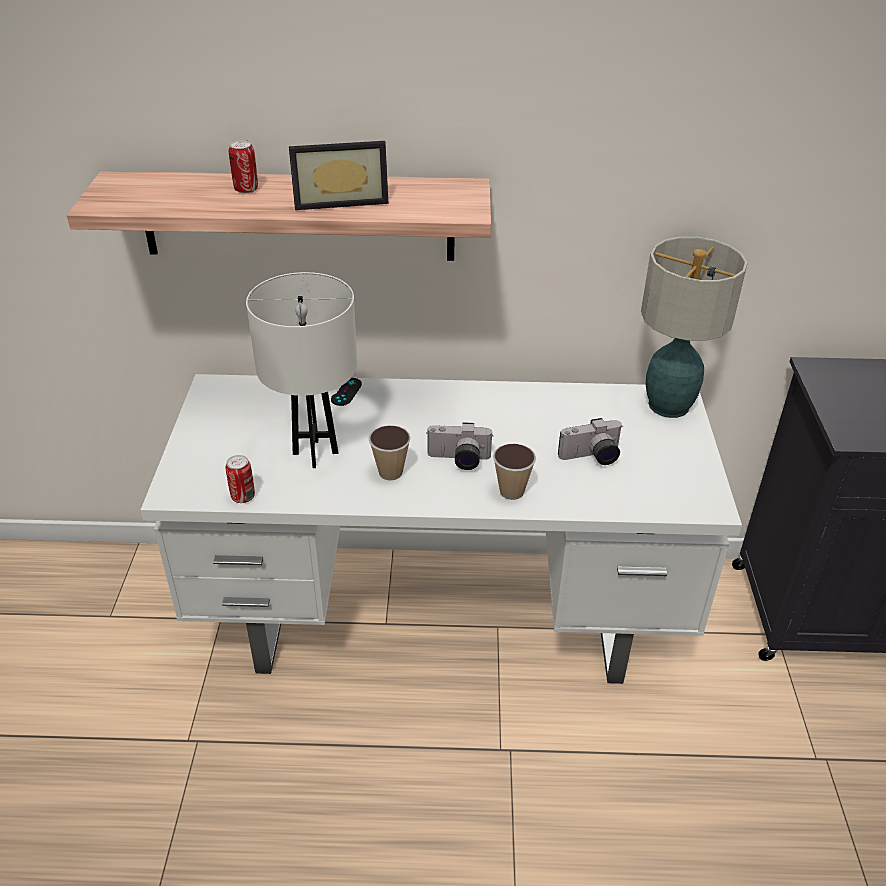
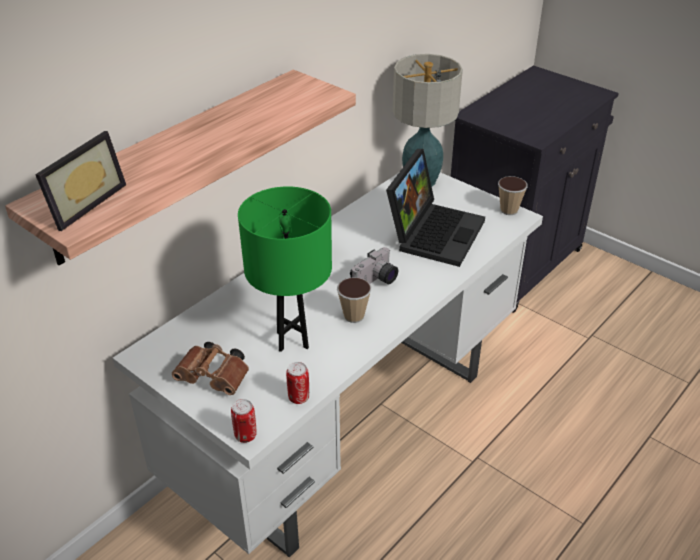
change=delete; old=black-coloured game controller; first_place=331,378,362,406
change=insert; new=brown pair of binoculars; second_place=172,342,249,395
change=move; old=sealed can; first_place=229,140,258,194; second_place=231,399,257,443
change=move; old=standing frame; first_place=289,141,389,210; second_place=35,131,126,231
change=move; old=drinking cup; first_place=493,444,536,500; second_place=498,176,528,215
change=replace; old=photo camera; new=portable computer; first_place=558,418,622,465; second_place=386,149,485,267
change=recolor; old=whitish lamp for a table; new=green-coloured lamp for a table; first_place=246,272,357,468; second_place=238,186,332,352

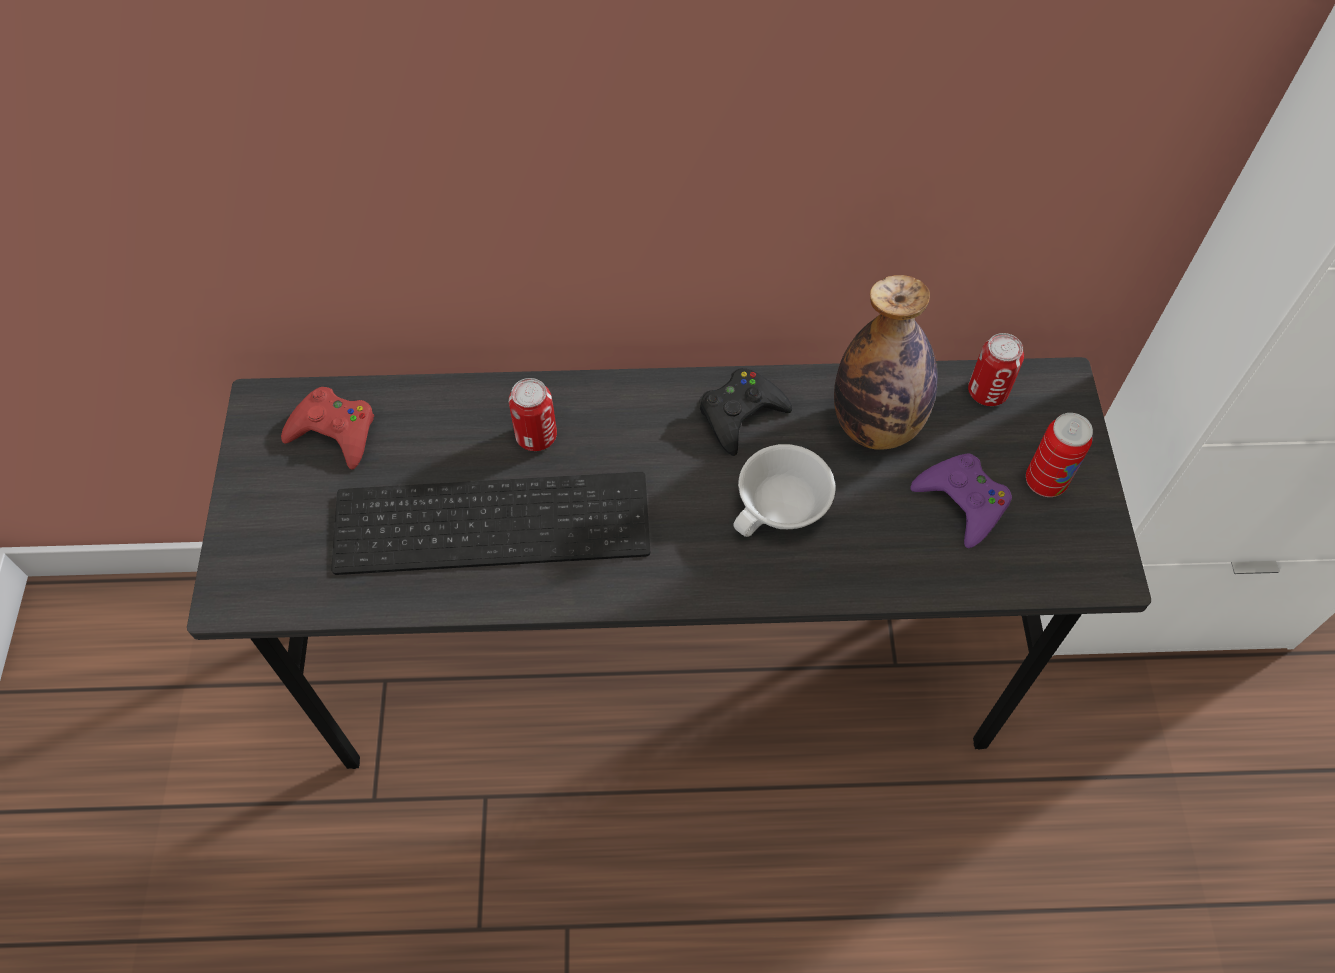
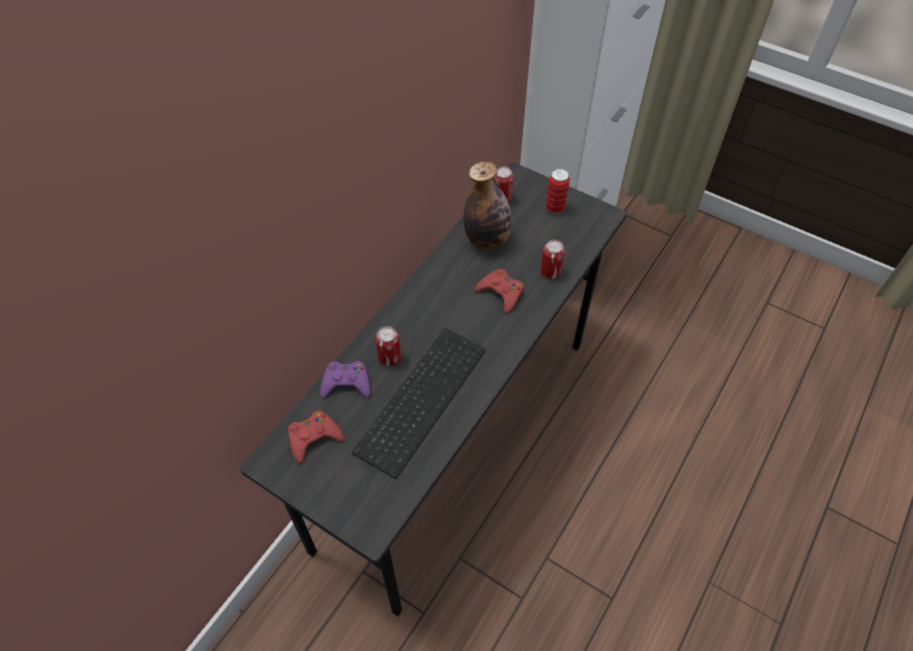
change=delete; old=black-coloured game controller; first_place=699,368,792,456
change=insert; new=sealed can; second_place=540,240,565,279
change=move; old=purple game controller; first_place=910,453,1012,548; second_place=320,361,371,399
change=replace; old=whitish drinking cup; new=red-coloured game controller; first_place=733,444,836,537; second_place=475,269,524,313

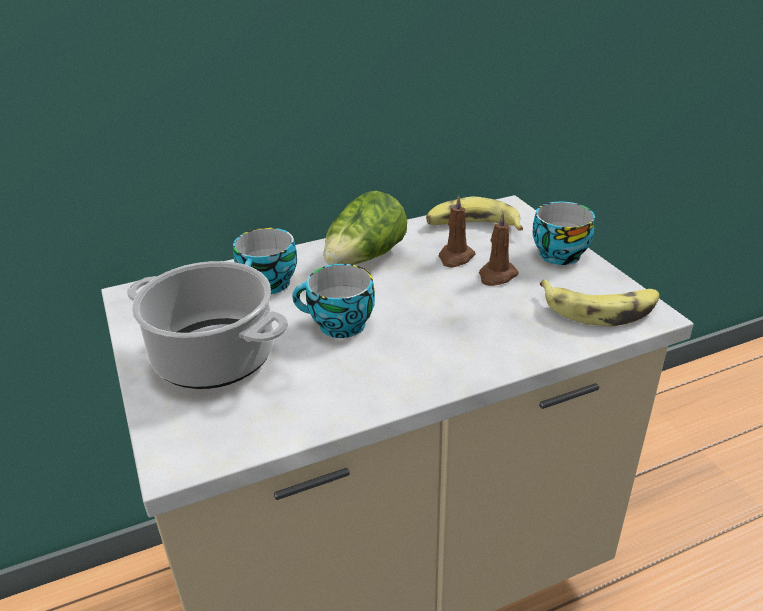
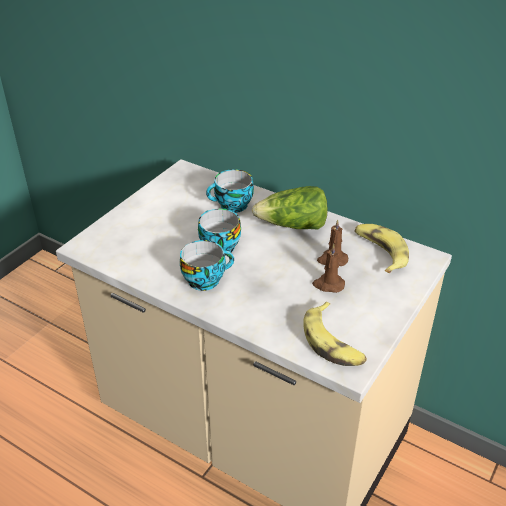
change=delete; old=stockpot; first_place=127,261,288,389
change=move; old=drinking cup; first_place=533,201,595,265; second_place=180,240,234,291

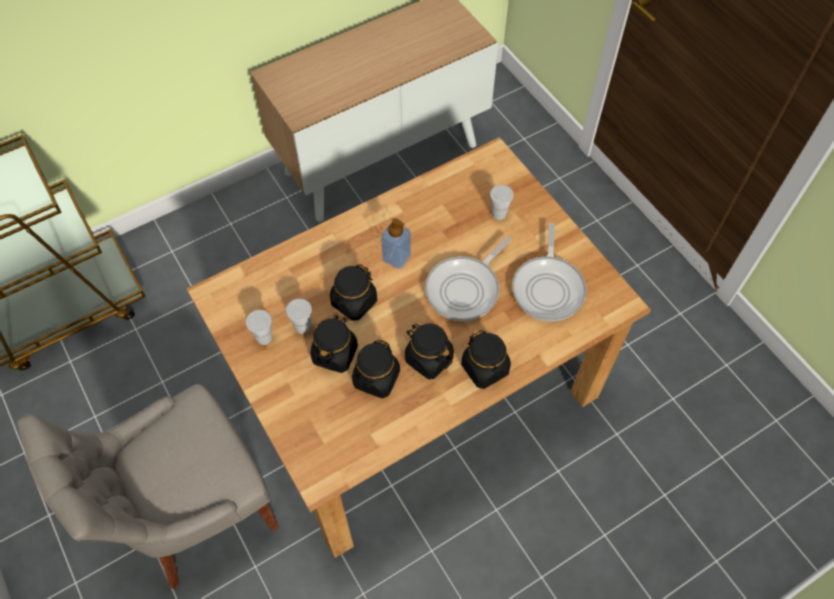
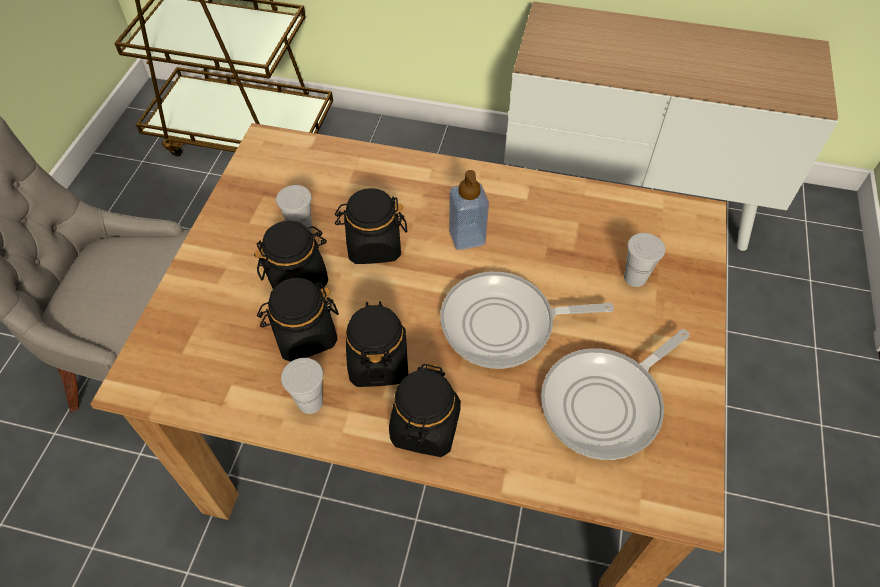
change=move; old=whitish drinking cup; first_place=245,310,272,345; second_place=281,358,324,414

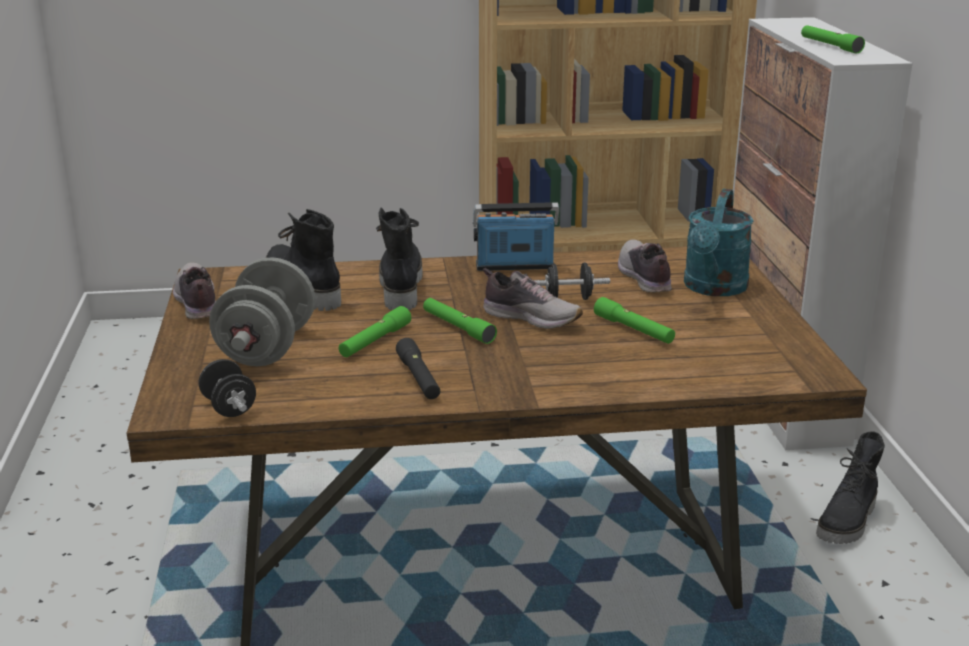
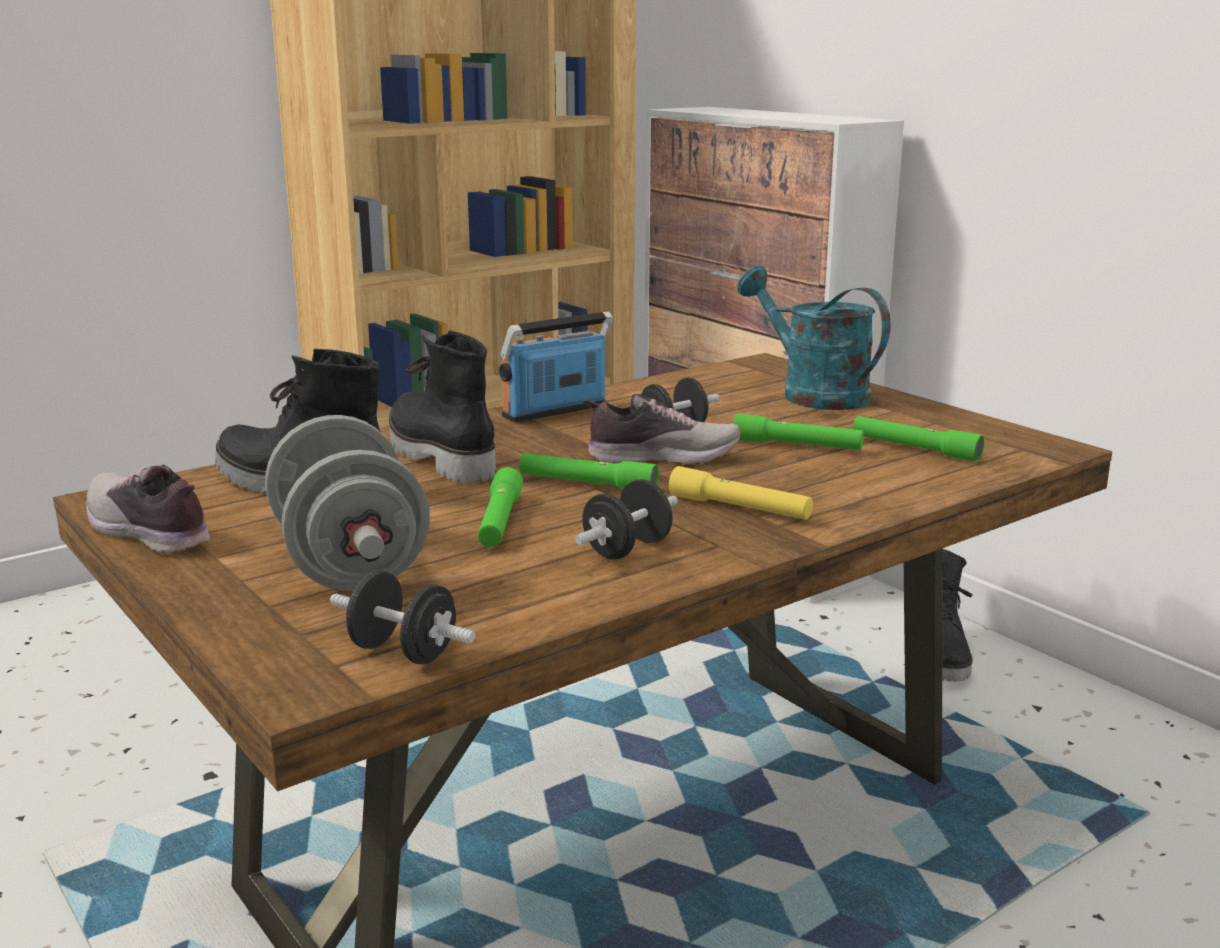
change=delete; old=shoe; first_place=618,240,672,293
change=insert; new=yellowish hand torch; second_place=669,466,813,520
change=move; old=green-coloured hand torch; first_place=801,25,865,54; second_place=853,416,984,462
change=replace; old=black-coloured hand torch; new=black-coloured hand weight; first_place=396,338,440,399; second_place=575,479,678,559
change=rotate; old=turquoise-coloured sprinkling can; first_place=684,189,753,296; second_place=737,266,891,410; degrees=150

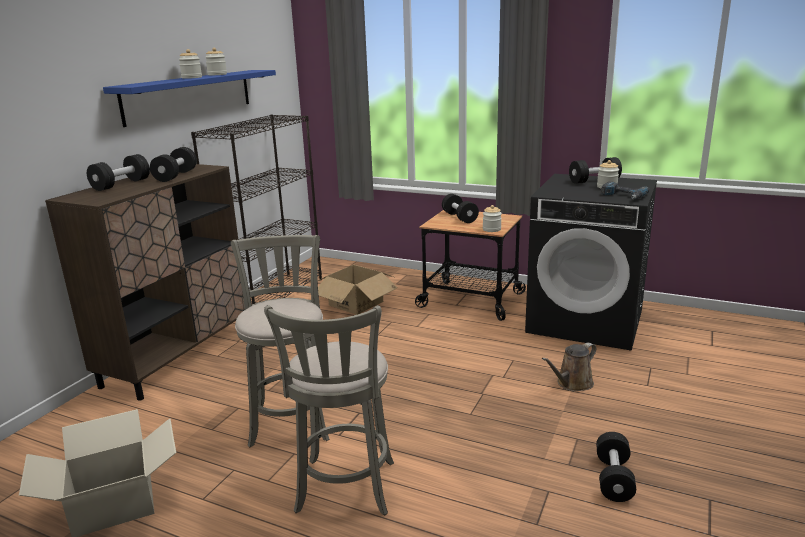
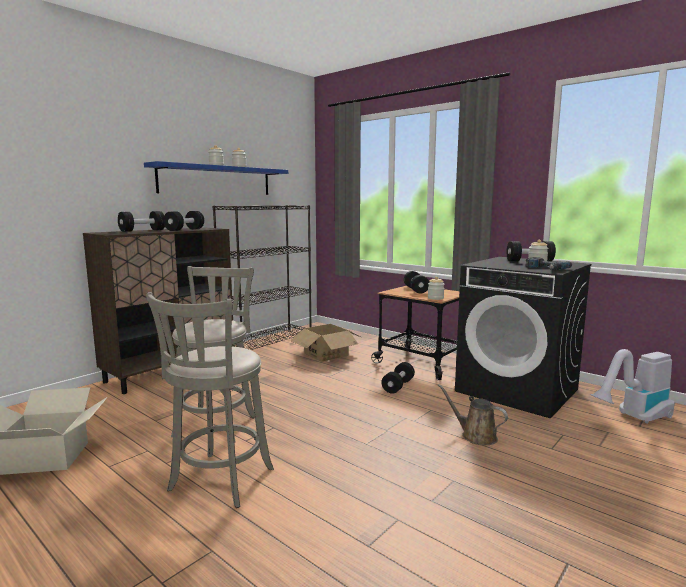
change=insert; new=vacuum; second_place=591,349,675,424
change=move; old=black-coloured hand weight; first_place=596,432,636,502; second_place=381,362,415,394
change=rotate; old=brown sprinkling can; first_place=542,343,596,392; second_place=438,384,508,445; degrees=60

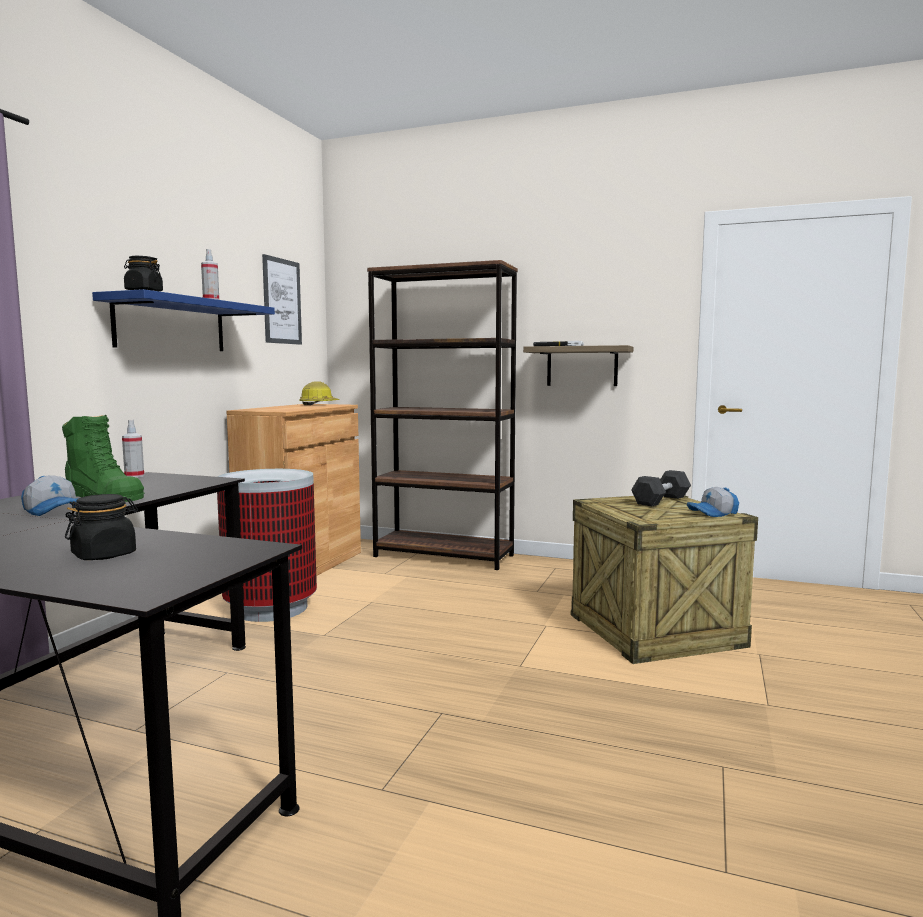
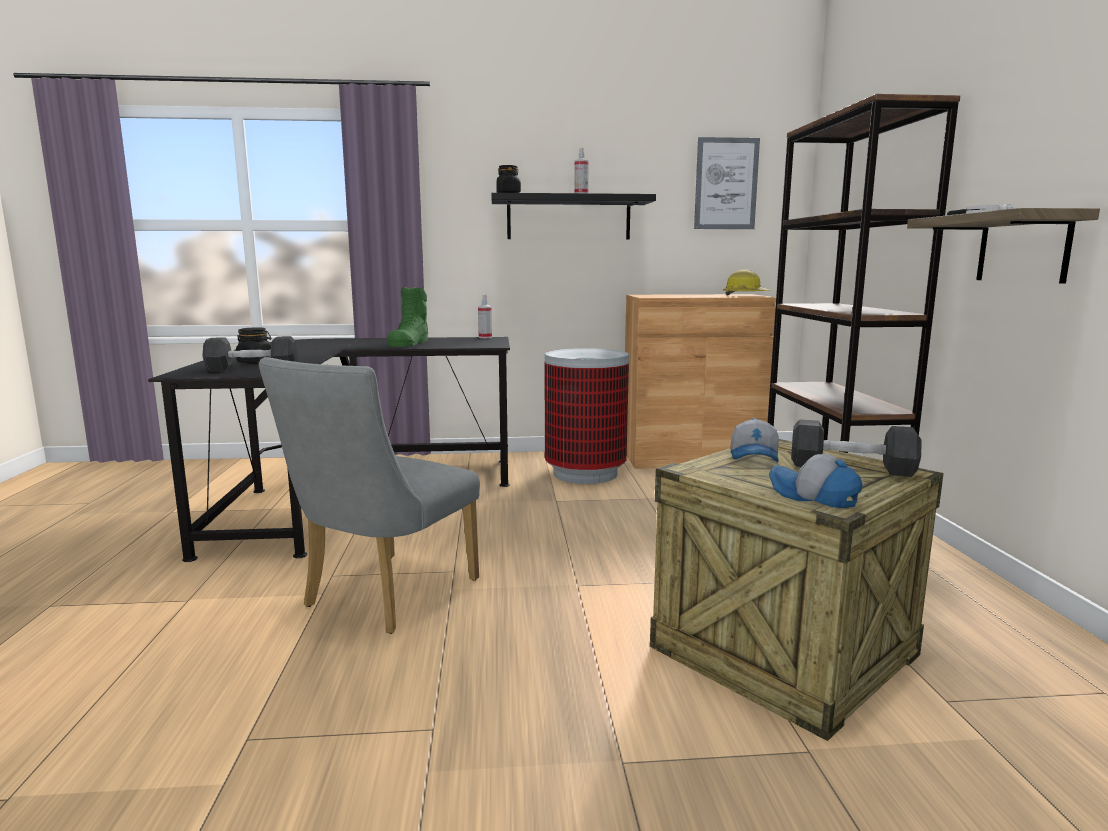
change=insert; new=black-coloured hand weight; second_place=203,336,297,372
change=insert; new=greyish upright chair; second_place=259,357,480,634
change=move; old=peaked cap; first_place=21,475,78,516; second_place=731,418,779,462
change=recolor; old=blue shelf; new=black-coloured shelf; first_place=92,289,275,351; second_place=491,193,656,240

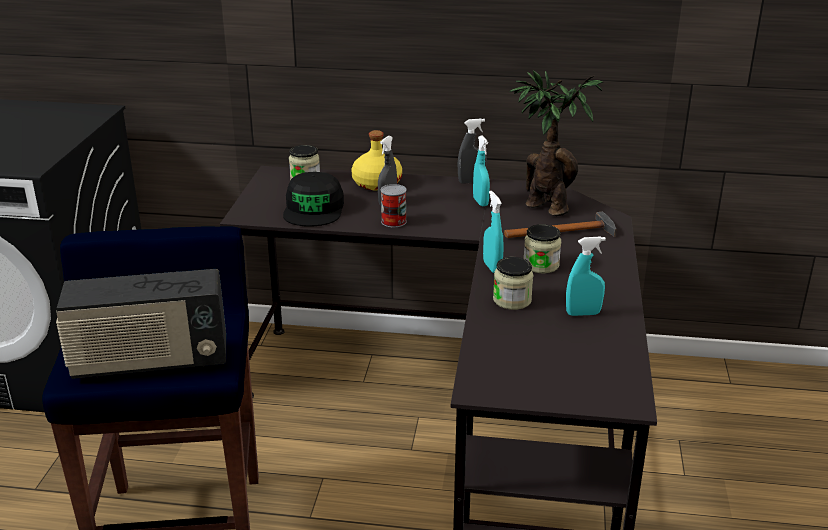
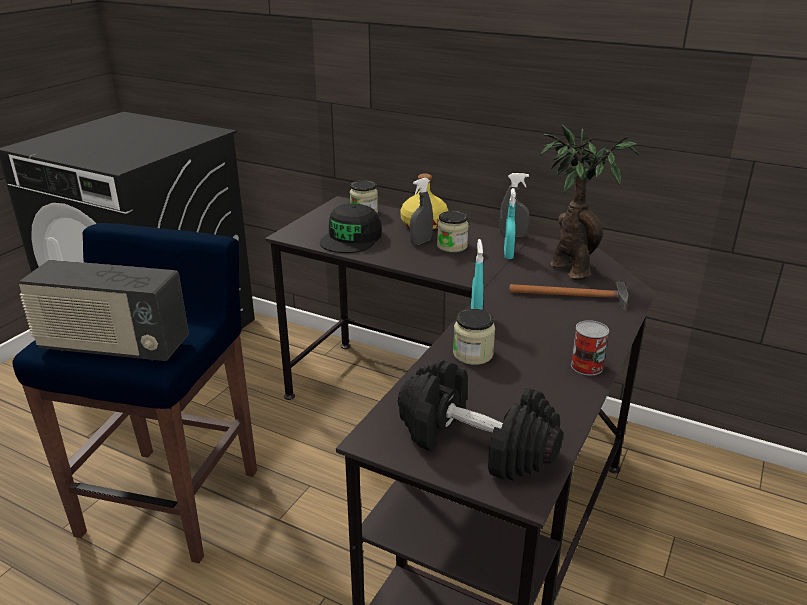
change=delete; old=turquoise-coloured sprayer; first_place=566,237,606,316
change=insert; new=black-coloured hand weight; second_place=398,360,563,481
change=move; old=sealed can; first_place=381,184,407,227; second_place=571,320,609,375
change=move; old=preserve jar; first_place=524,224,561,273; second_place=437,211,469,252

